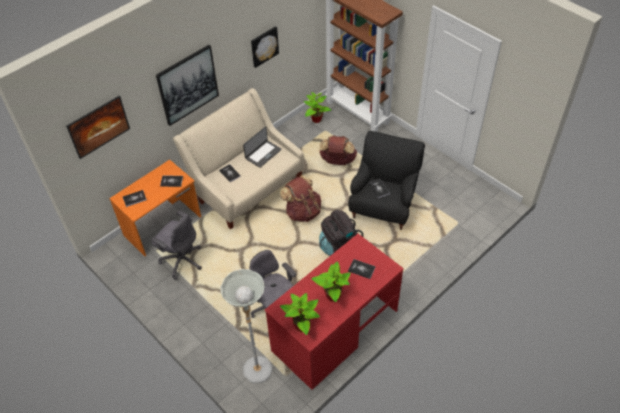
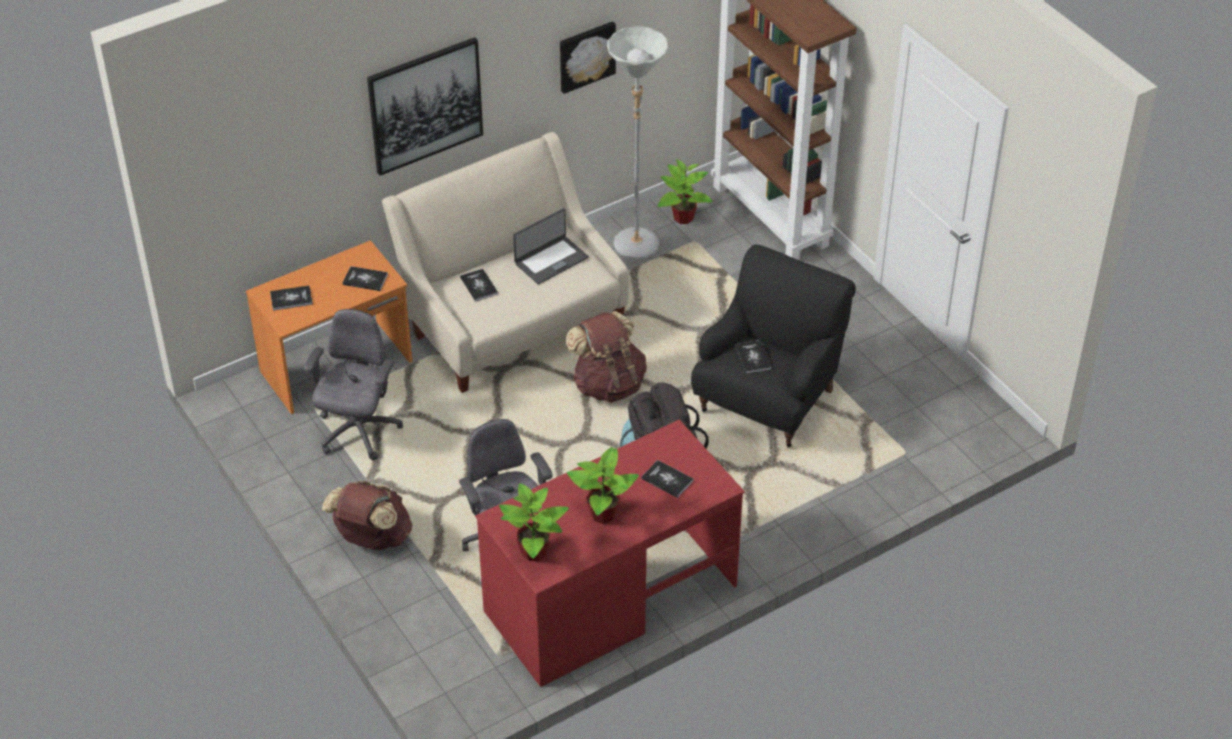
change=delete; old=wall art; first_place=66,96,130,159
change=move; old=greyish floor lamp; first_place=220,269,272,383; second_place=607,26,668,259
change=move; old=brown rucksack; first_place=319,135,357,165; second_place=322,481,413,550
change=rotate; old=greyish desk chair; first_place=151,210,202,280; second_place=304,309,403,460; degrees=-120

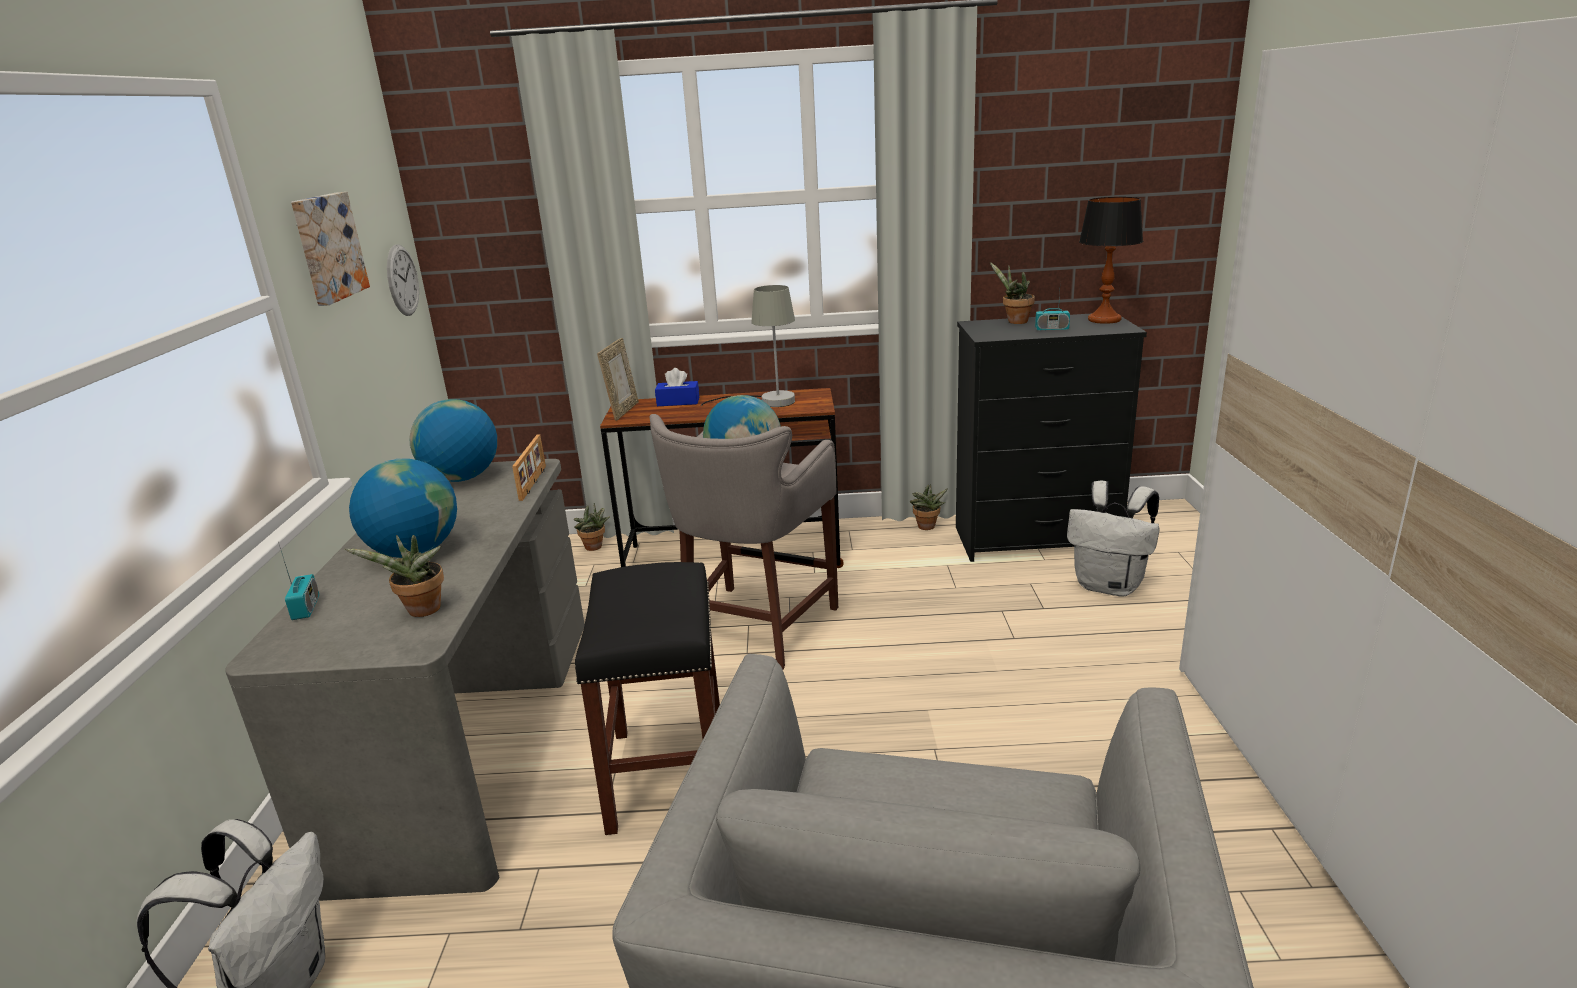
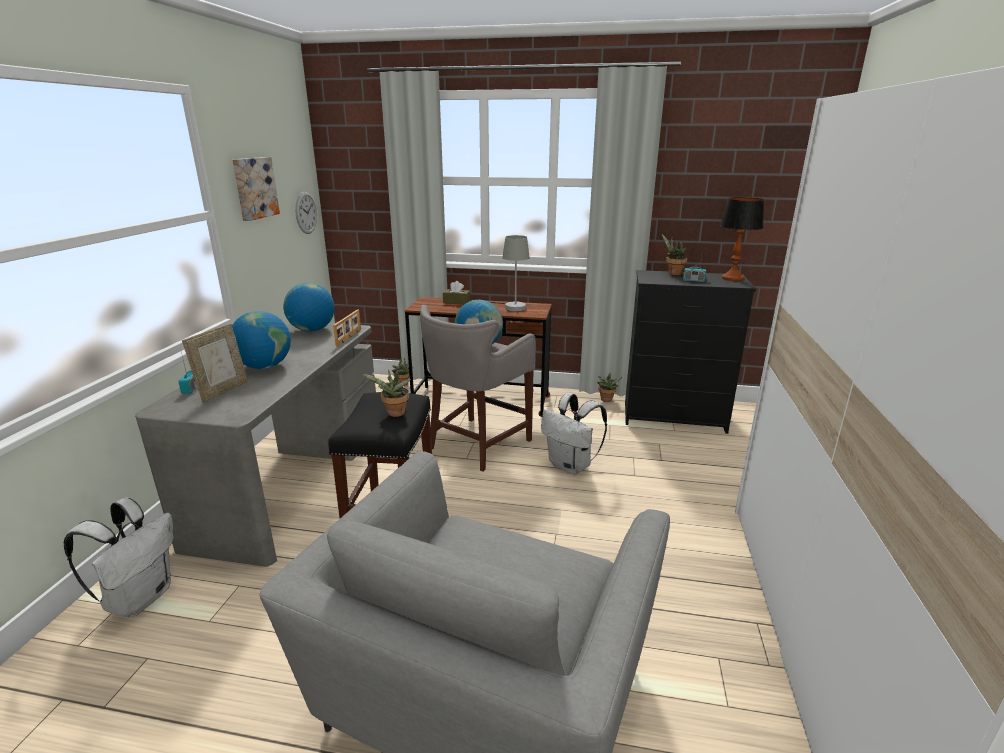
change=move; old=houseplant; first_place=345,535,444,617; second_place=361,370,411,417
change=move; old=standing frame; first_place=597,338,639,421; second_place=182,324,248,402
change=move; old=whitish rucksack; first_place=1067,481,1160,597; second_place=541,393,607,474
change=recolor; old=blue tissue holder; new=brown tissue holder; first_place=655,368,699,406; second_place=443,281,470,304

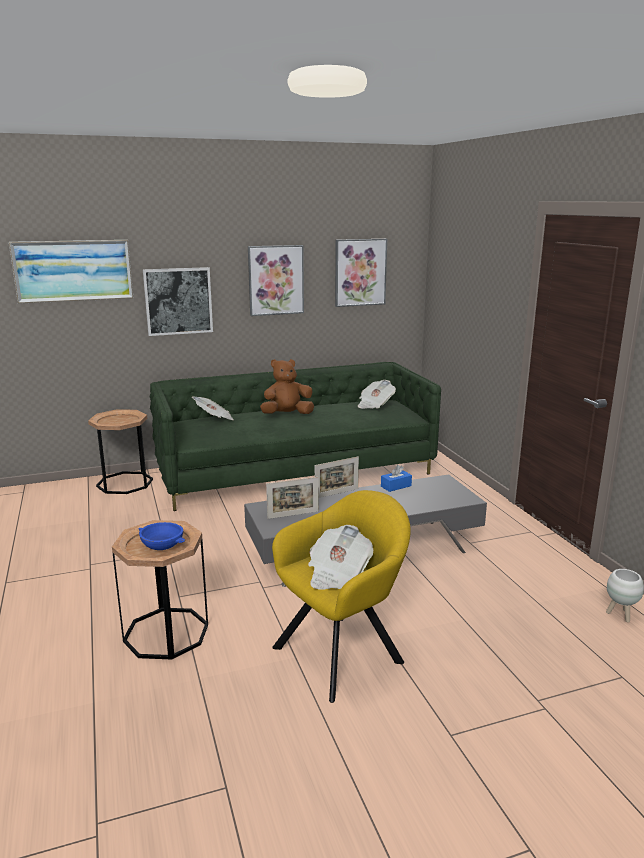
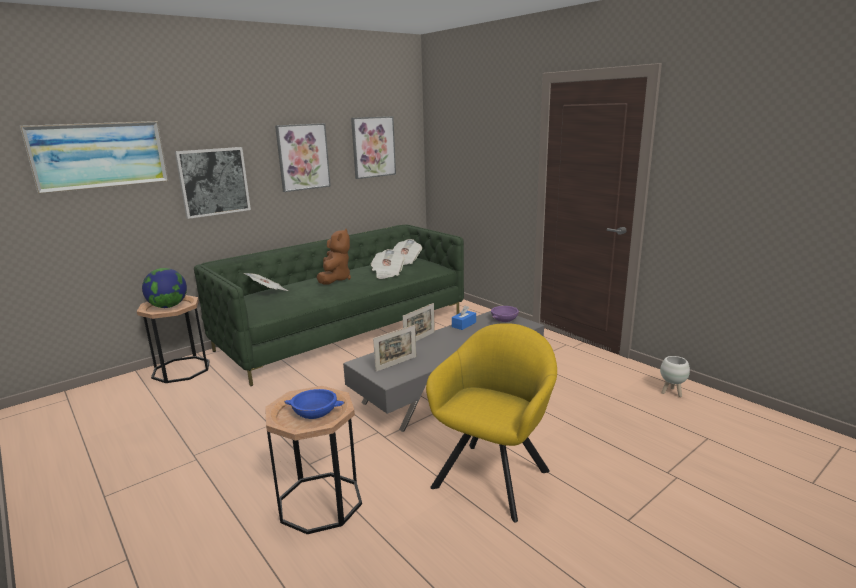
change=insert; new=globe; second_place=142,268,187,308
change=insert; new=purple deep dish; second_place=491,306,519,322
change=move; old=daily paper; first_place=308,525,374,590; second_place=371,249,405,279
change=rotate; old=brown plush toy; first_place=260,359,314,414; second_place=317,229,351,285; degrees=135

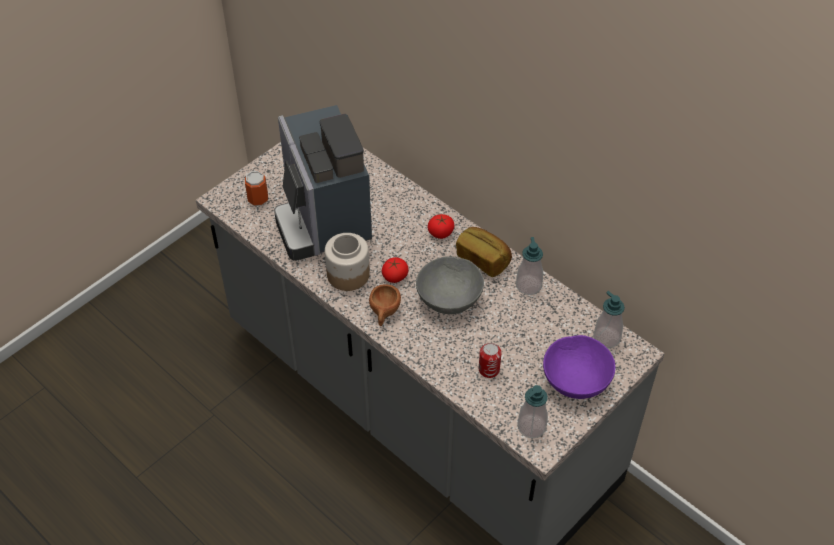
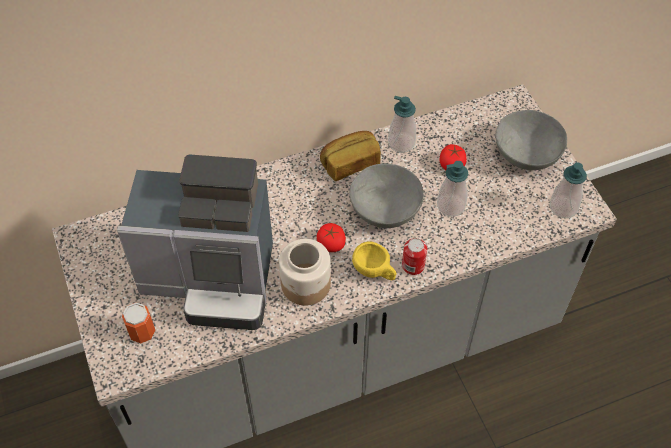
change=move; old=tomato; first_place=428,214,454,239; second_place=439,144,467,170
change=move; old=sealed can; first_place=479,343,502,378; second_place=402,238,427,275
change=move; old=soap dispenser; first_place=593,291,625,348; second_place=437,161,468,217
change=recolor; old=brown drinking cup; new=yellowish drinking cup; first_place=369,284,401,326; second_place=352,242,397,280
change=recolor; old=purple deep dish; new=greyish deep dish; first_place=543,335,615,399; second_place=496,110,567,170

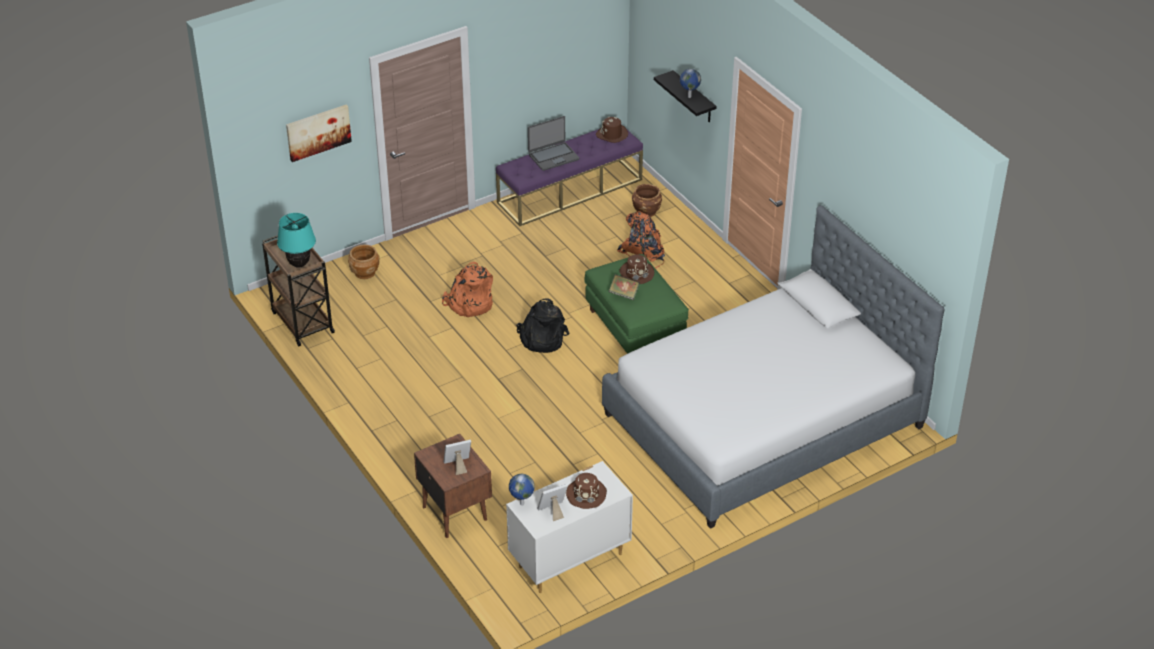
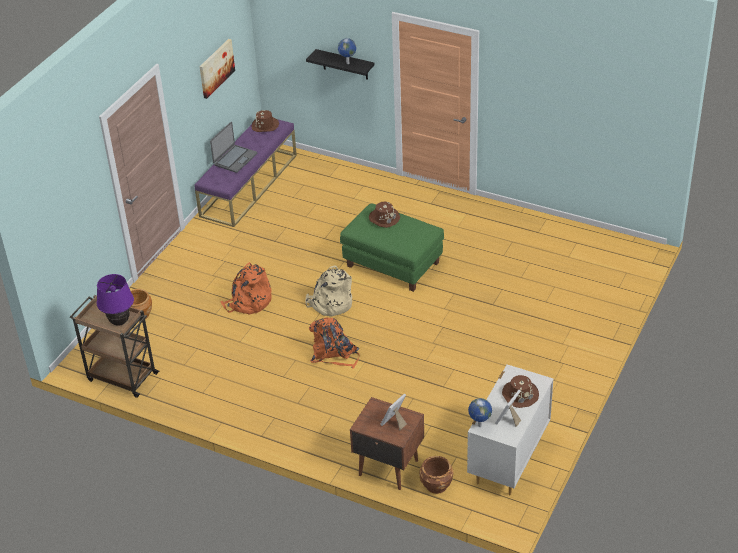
change=delete; old=sleeping bed; first_place=602,205,944,529
change=delete; old=bound book; first_place=609,274,640,300
change=move; old=wall art; first_place=286,104,352,162; second_place=200,39,235,99
change=move; old=orange-coloured rucksack; first_place=617,211,665,269; second_place=309,317,359,369
change=move; old=brown planter; first_place=632,184,662,217; second_place=419,456,454,494
change=recolor; old=turquoise-coloured lamp for a table; new=purple lamp for a table; first_place=277,213,316,267; second_place=97,274,134,326
change=recolor; old=black-coloured rucksack; new=beige-coloured rucksack; first_place=516,298,569,353; second_place=305,266,352,316

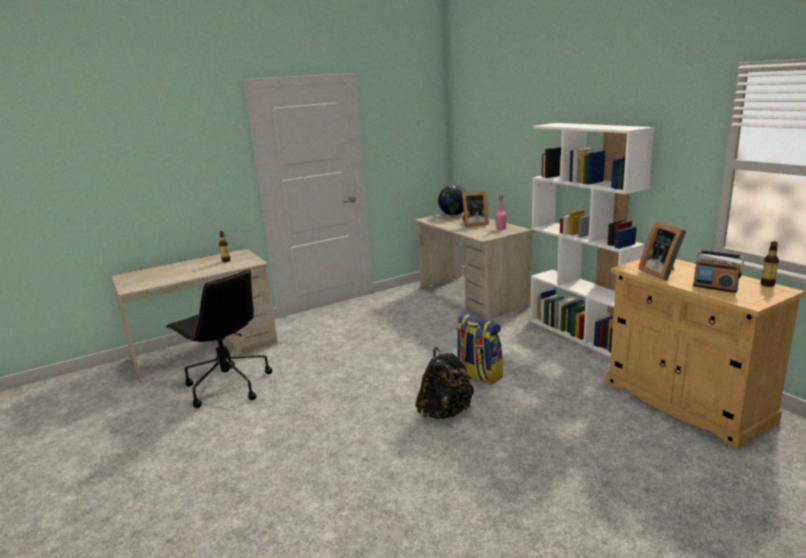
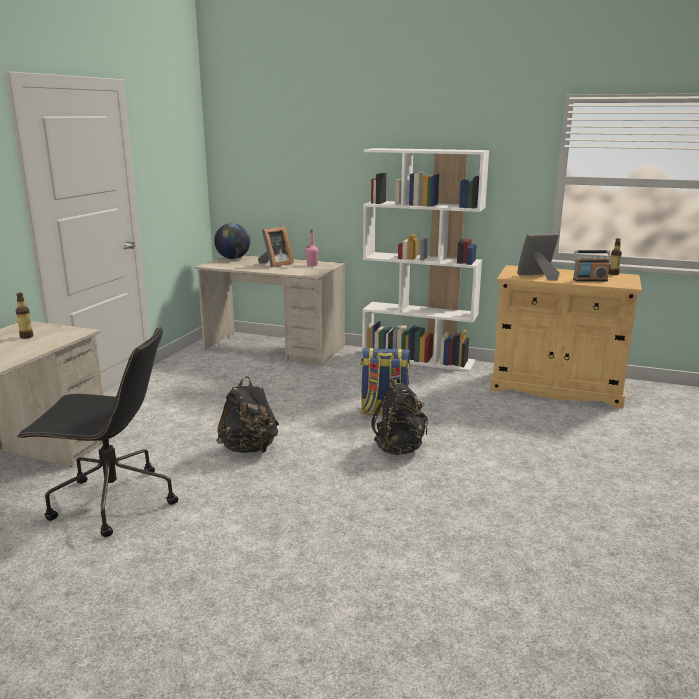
change=insert; new=black-coloured rucksack; second_place=216,376,279,453
change=rotate; old=standing frame; first_place=638,222,686,281; second_place=517,233,560,280; degrees=135

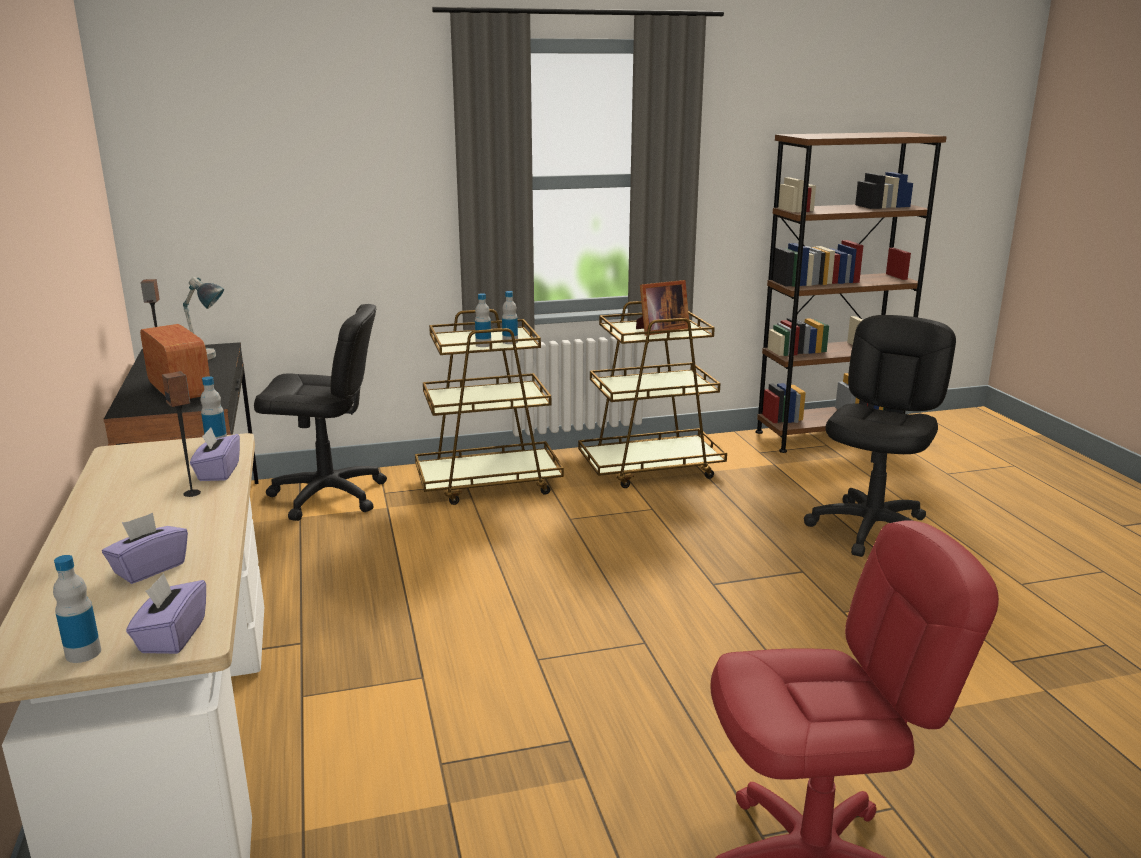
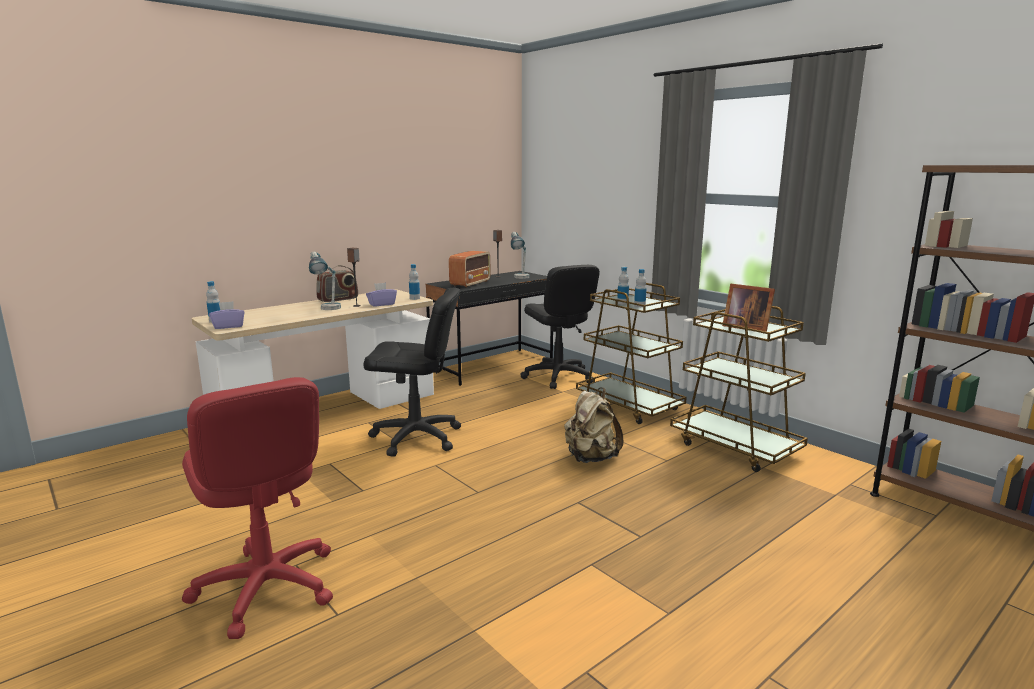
change=delete; old=purple tissue holder; first_place=102,513,188,584
change=insert; new=lamp for a table; second_place=309,252,341,310
change=insert; new=radio receiver; second_place=316,265,358,302
change=insert; new=beige-coloured rucksack; second_place=564,388,623,463
change=move; old=black-coloured desk chair; first_place=804,315,956,557; second_place=363,288,461,457

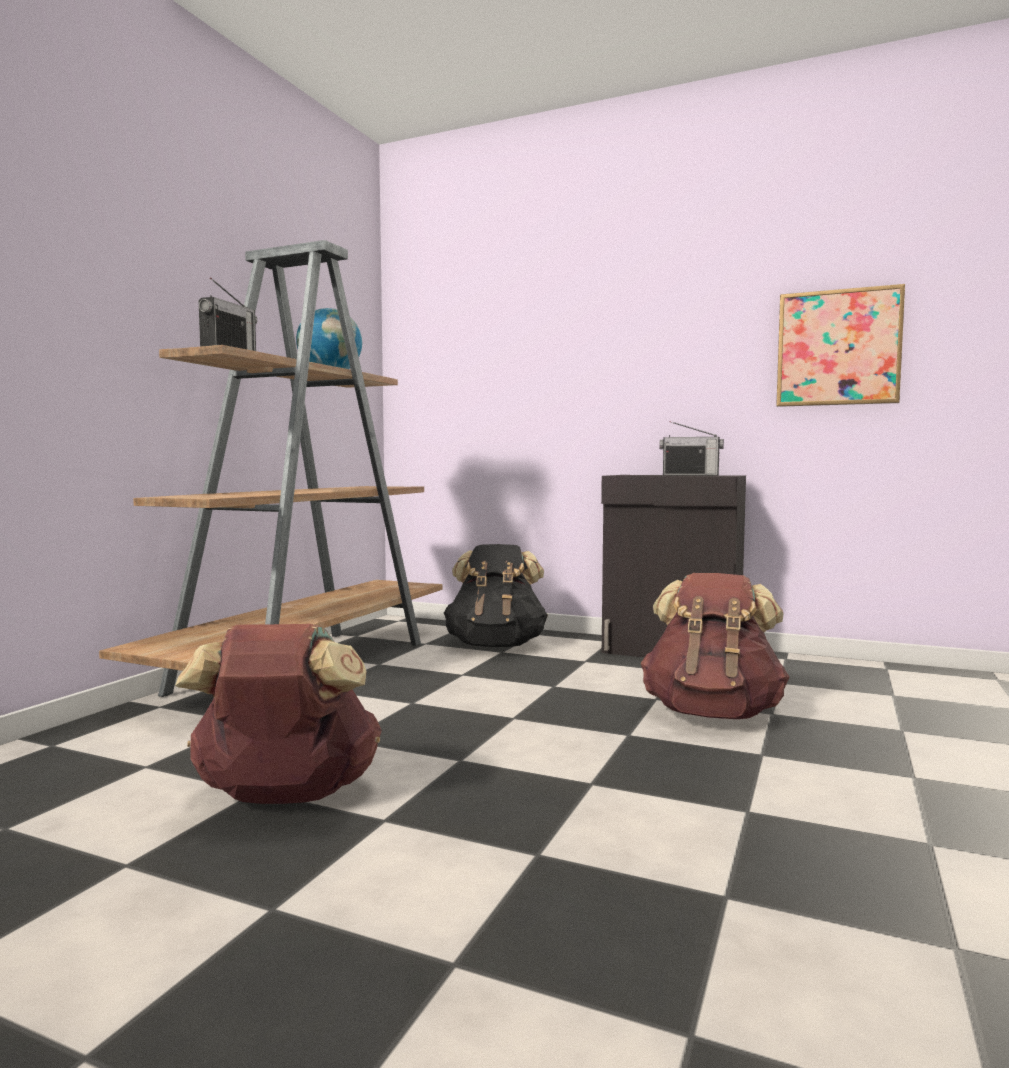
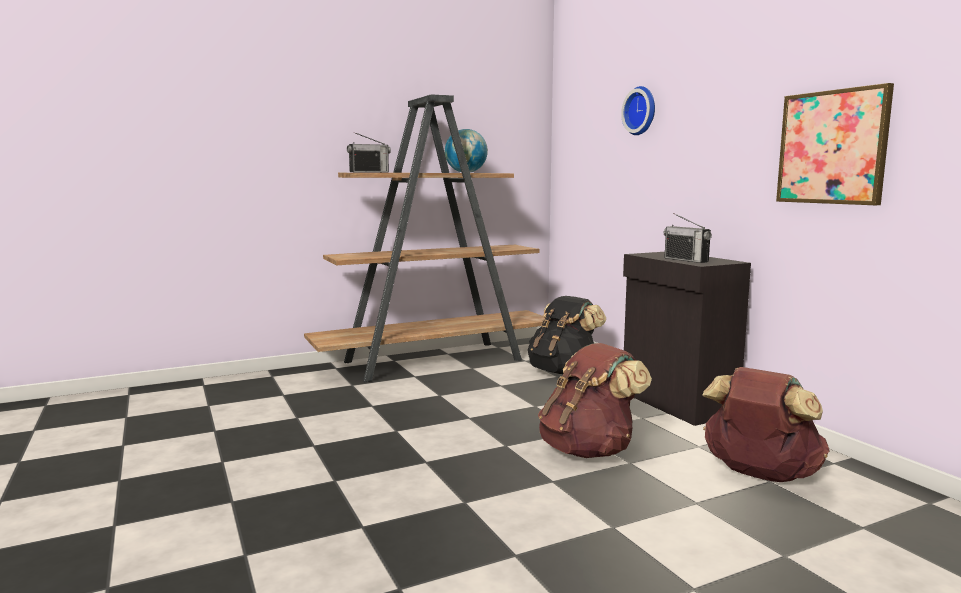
change=insert; new=wall clock; second_place=621,86,655,135
change=move; old=brown rucksack; first_place=175,624,382,804; second_place=702,367,830,482

